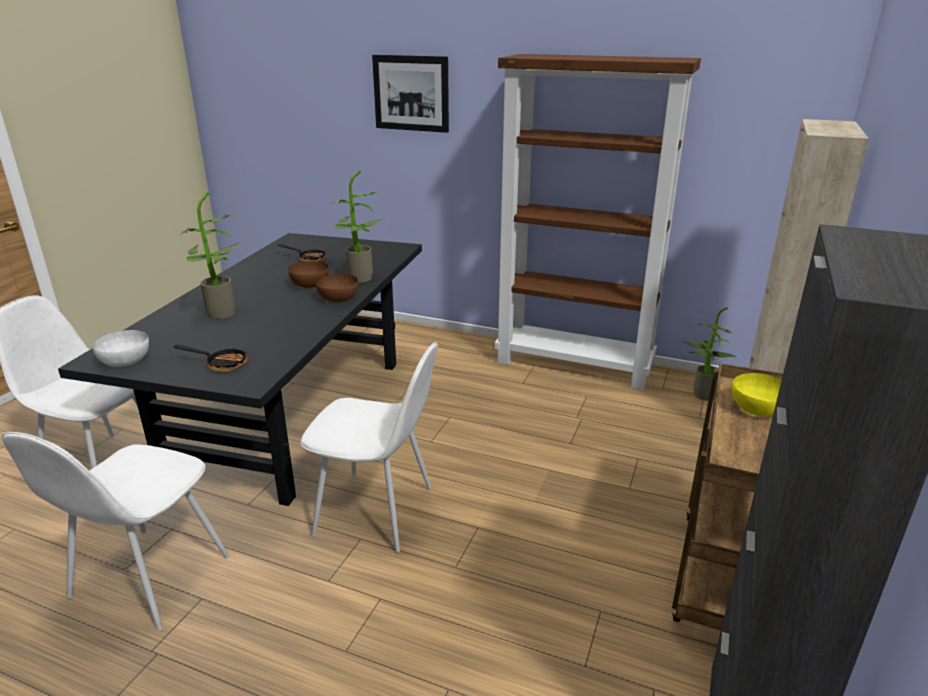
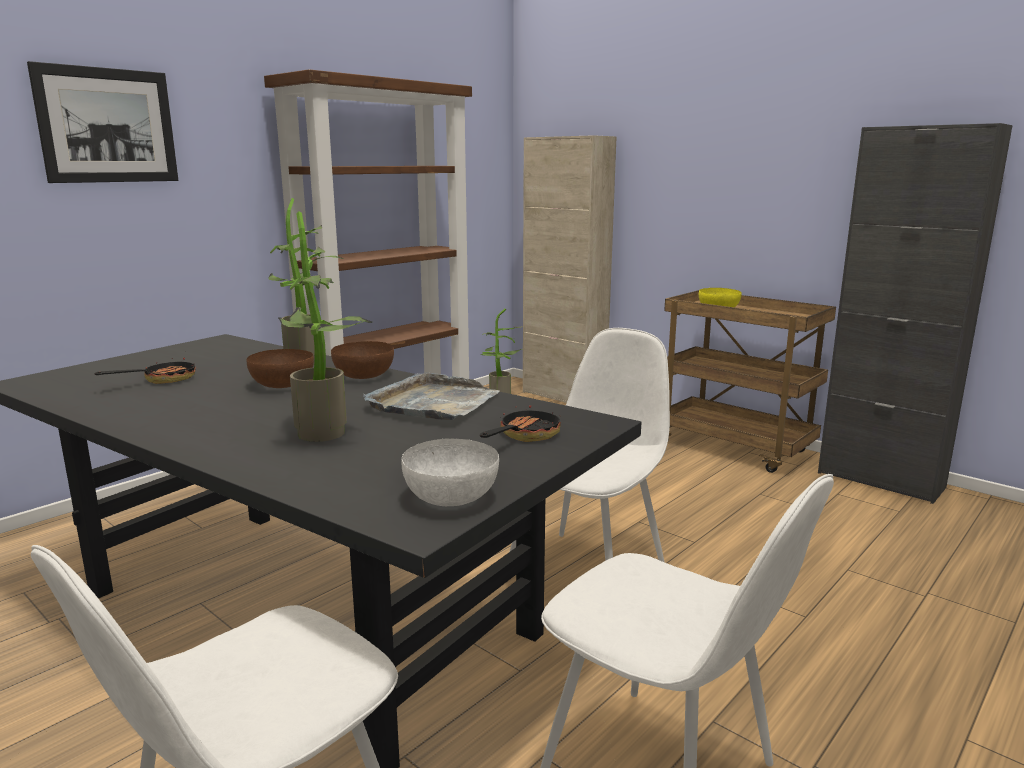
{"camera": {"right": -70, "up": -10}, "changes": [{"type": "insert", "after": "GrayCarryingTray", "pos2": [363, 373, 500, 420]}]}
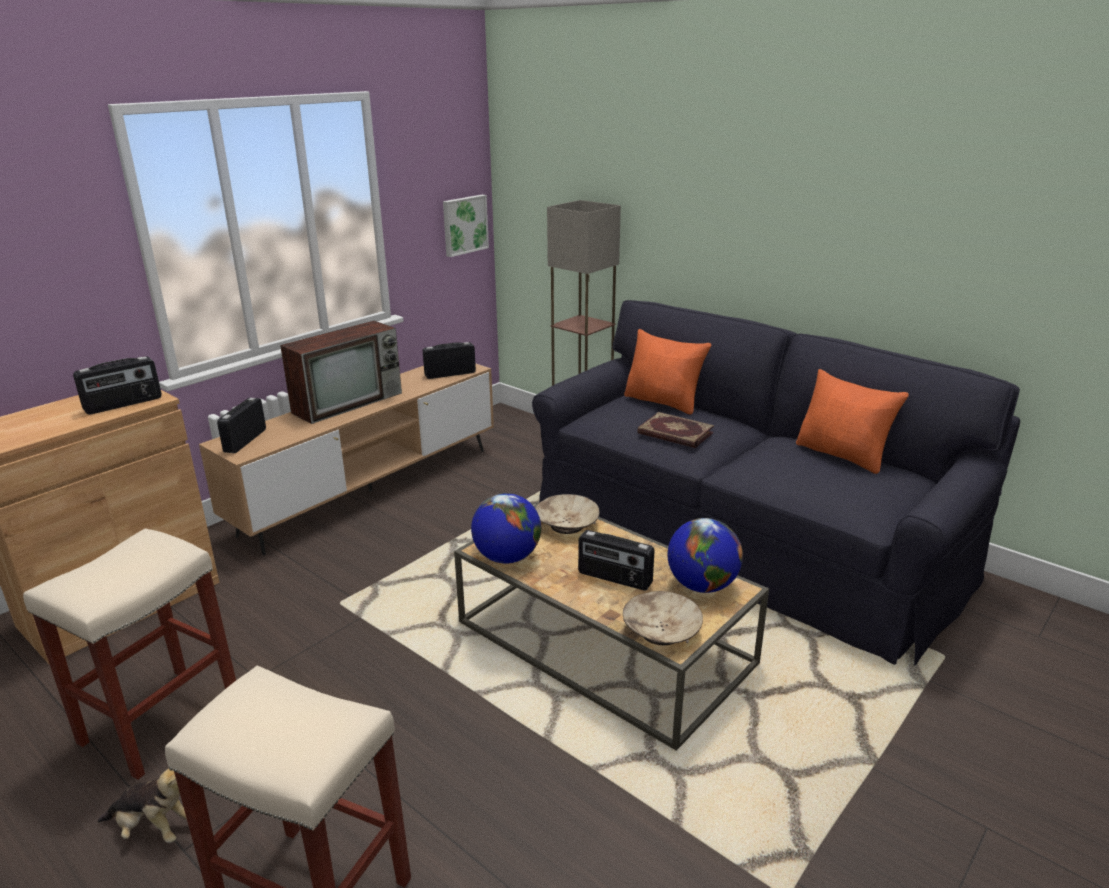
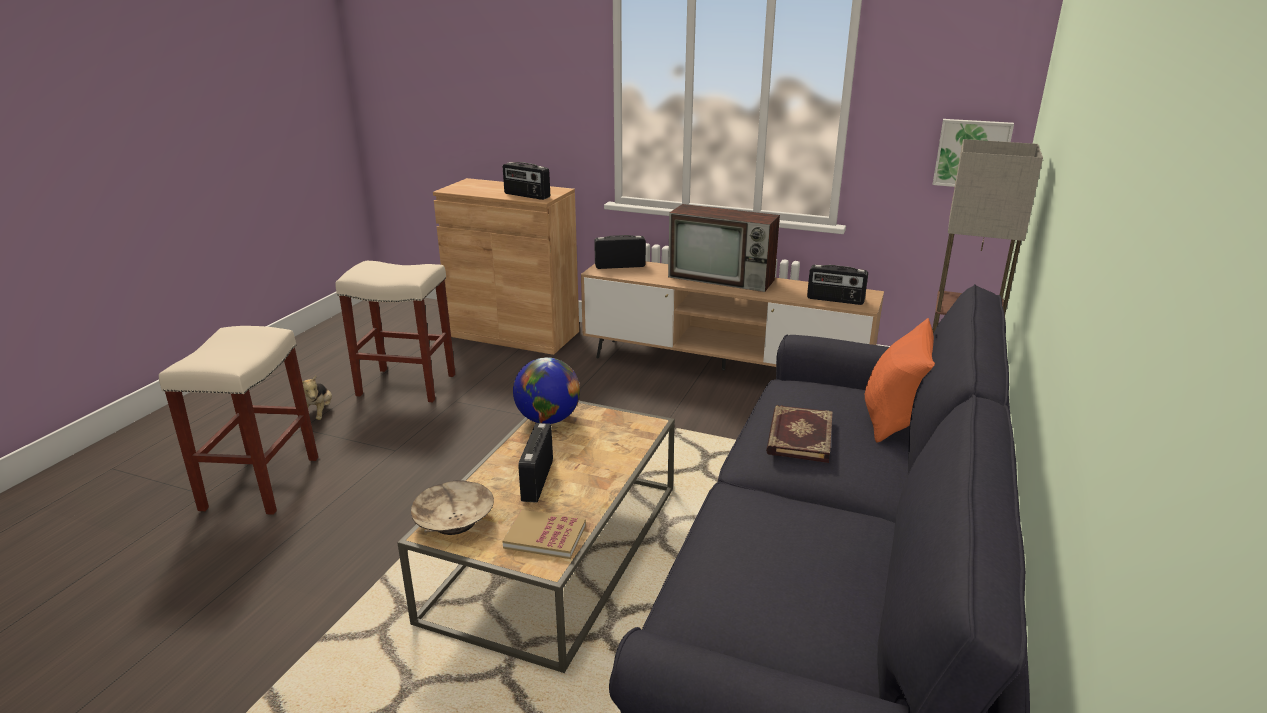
{"camera": {"right": 70, "up": 0}, "changes": [{"type": "rotate", "before": "Radio", "pos1": [423, 342, 476, 379], "pos2": [807, 265, 868, 305], "turn": 150}, {"type": "delete", "before": "OrangeCushion", "pos1": [796, 369, 909, 474]}, {"type": "delete", "before": "SandColouredDeepDish", "pos1": [535, 494, 600, 534]}, {"type": "replace", "before": "DeskGlobe", "after": "Volume", "pos1": [667, 518, 743, 593], "pos2": [502, 510, 586, 559]}]}
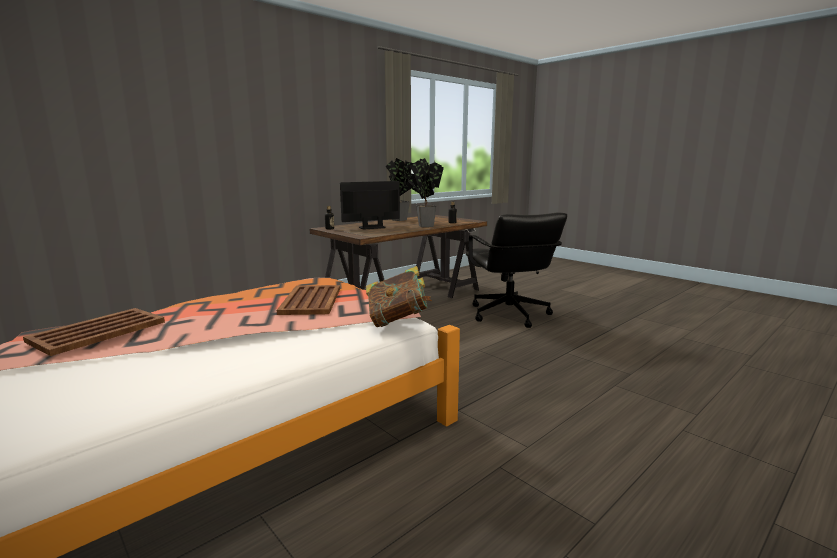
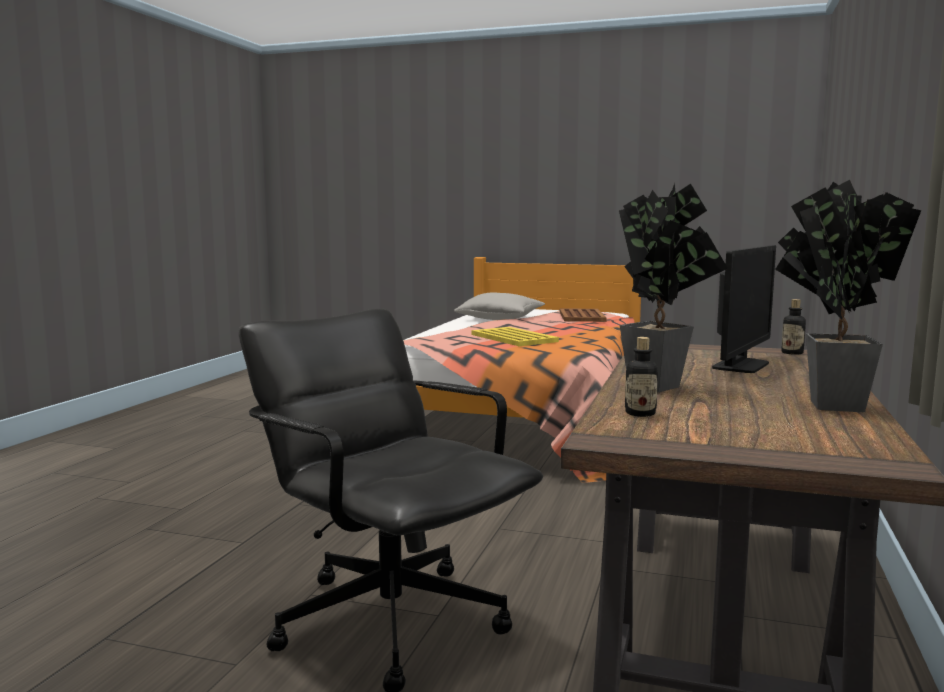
{"camera": {"right": 150, "up": -5}, "changes": [{"type": "delete", "before": "Volume", "pos1": [366, 266, 432, 327]}, {"type": "recolor", "before": "BrownishCarryingTray", "after": "YellowCarryingTray", "pos1": [277, 285, 340, 315], "pos2": [472, 327, 559, 346]}, {"type": "insert", "after": "GrayCushion", "pos2": [454, 292, 545, 320]}]}
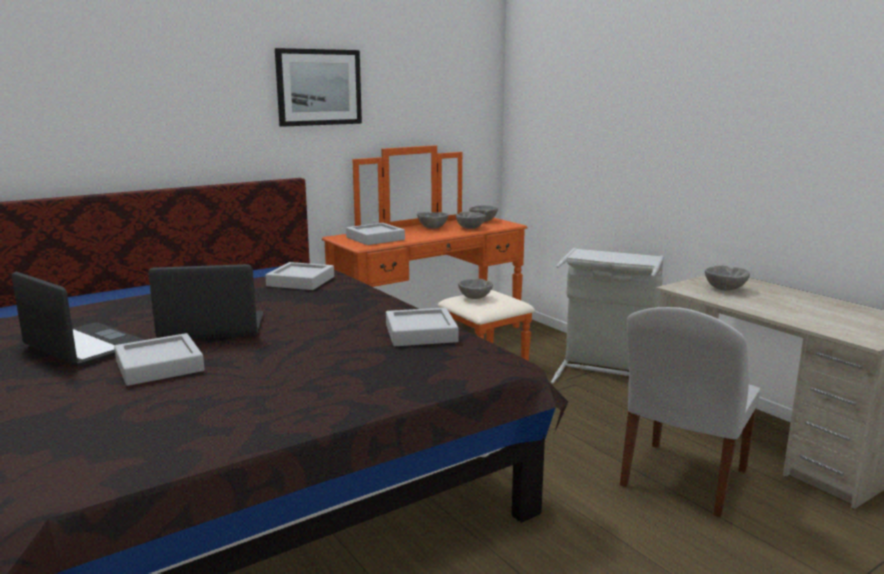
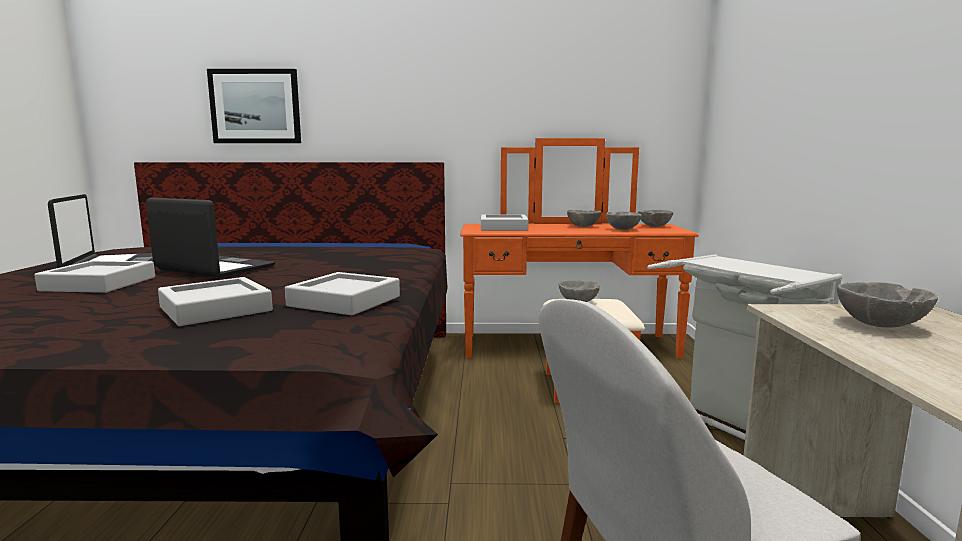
{"camera": {"right": 35, "up": -5}, "changes": [{"type": "move", "before": "WallPicture", "pos1": [275, 48, 362, 127], "pos2": [207, 69, 301, 143]}, {"type": "move", "before": "GrayCarryingTray", "pos1": [265, 262, 334, 290], "pos2": [158, 277, 273, 326]}]}
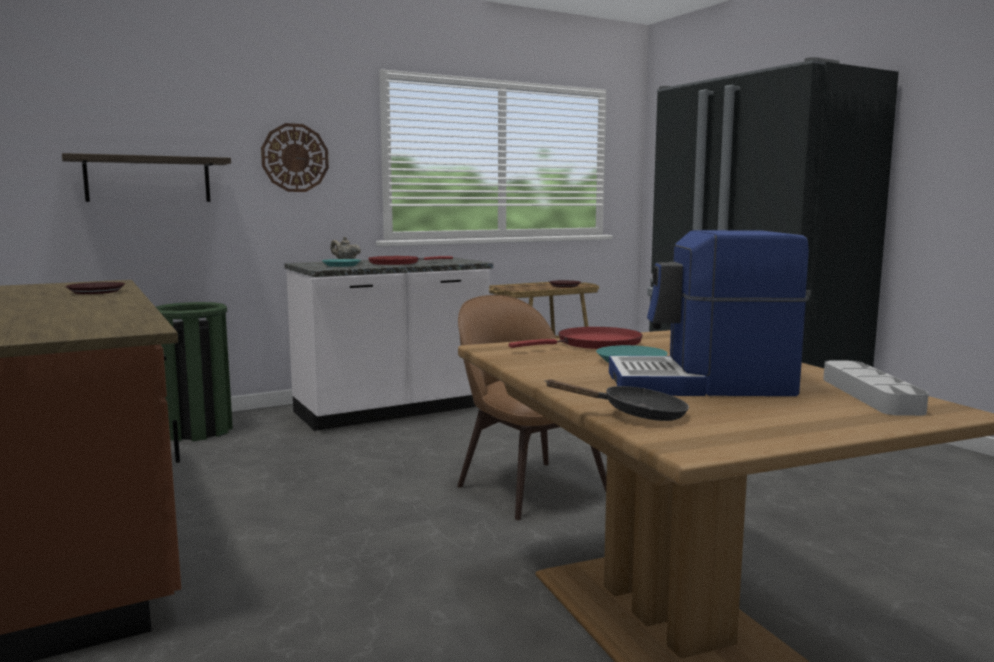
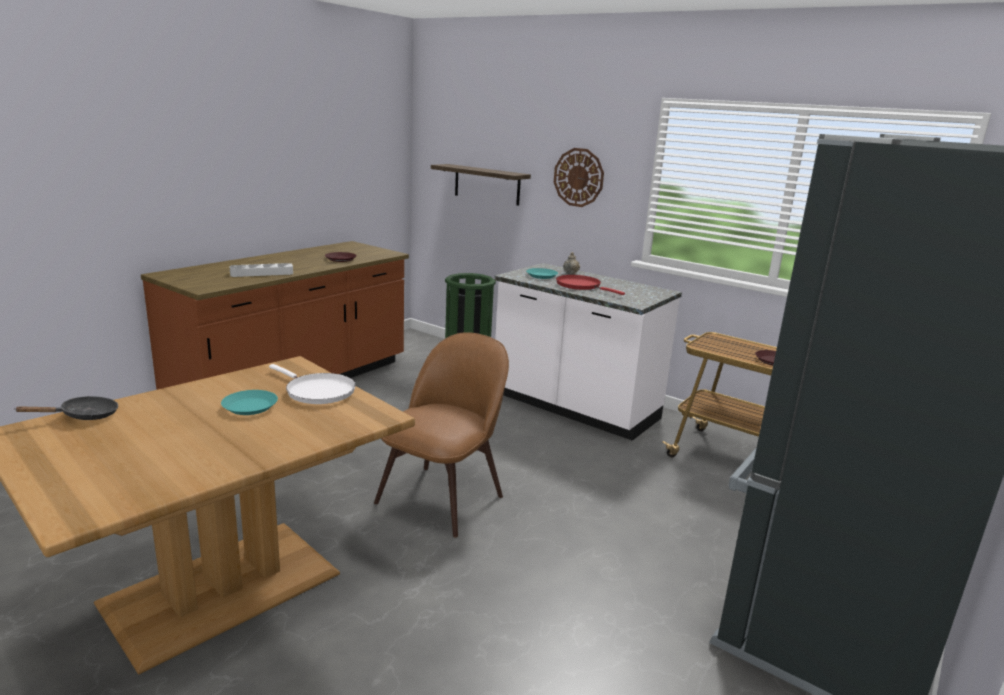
{"camera": {"right": 65, "up": 10}, "changes": [{"type": "delete", "before": "CoffeeMachine", "pos1": [609, 230, 809, 396]}, {"type": "recolor", "before": "RedSkillet", "after": "WhiteColouredSkillet", "pos1": [509, 327, 643, 349], "pos2": [269, 364, 356, 404]}, {"type": "move", "before": "GrayCarryingTray", "pos1": [823, 361, 929, 416], "pos2": [229, 263, 293, 277]}, {"type": "rotate", "before": "BlackColouredSkillet", "pos1": [545, 379, 689, 421], "pos2": [15, 396, 118, 420], "turn": -105}]}
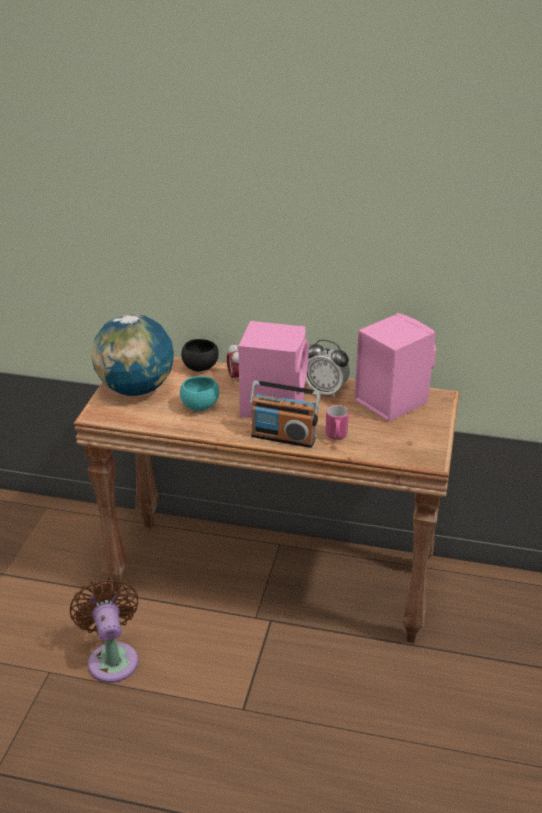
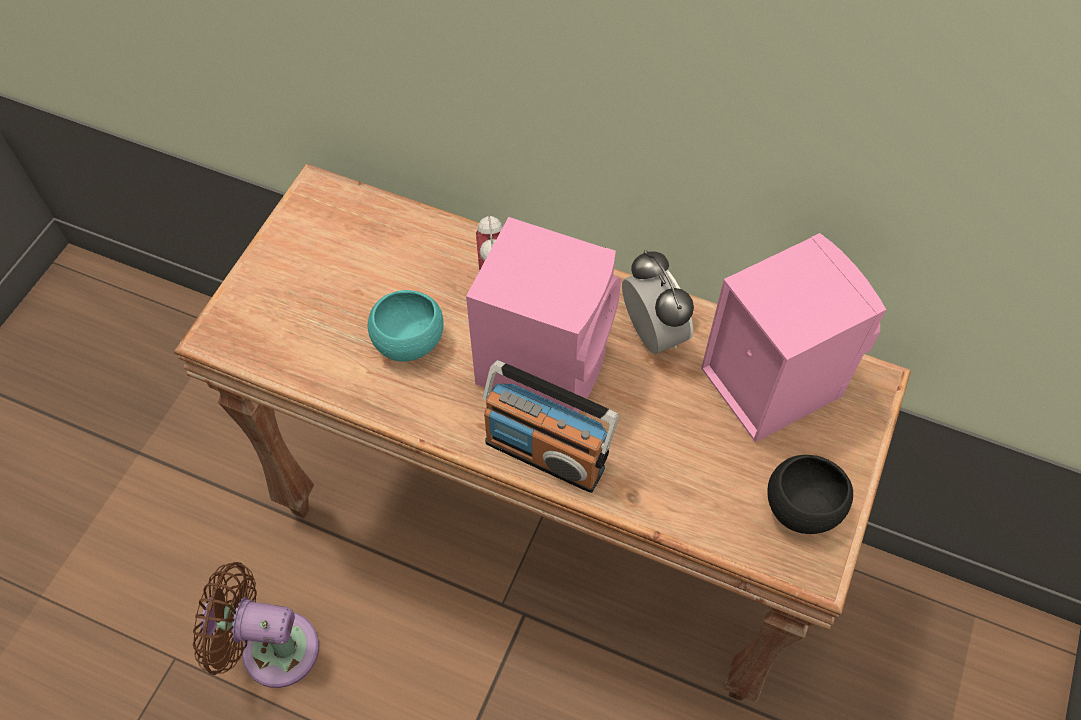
{"camera": {"right": 10, "up": 25}, "changes": [{"type": "delete", "before": "DeskGlobe", "pos1": [91, 314, 174, 396]}, {"type": "move", "before": "BlackColouredDeepDish", "pos1": [181, 339, 219, 371], "pos2": [767, 455, 853, 534]}, {"type": "rotate", "before": "BedsideClock", "pos1": [306, 340, 350, 398], "pos2": [622, 250, 694, 354], "turn": -150}, {"type": "delete", "before": "PinkColouredMug", "pos1": [325, 405, 349, 440]}, {"type": "rotate", "before": "BrownishFan", "pos1": [70, 578, 138, 683], "pos2": [193, 562, 319, 688], "turn": -75}]}
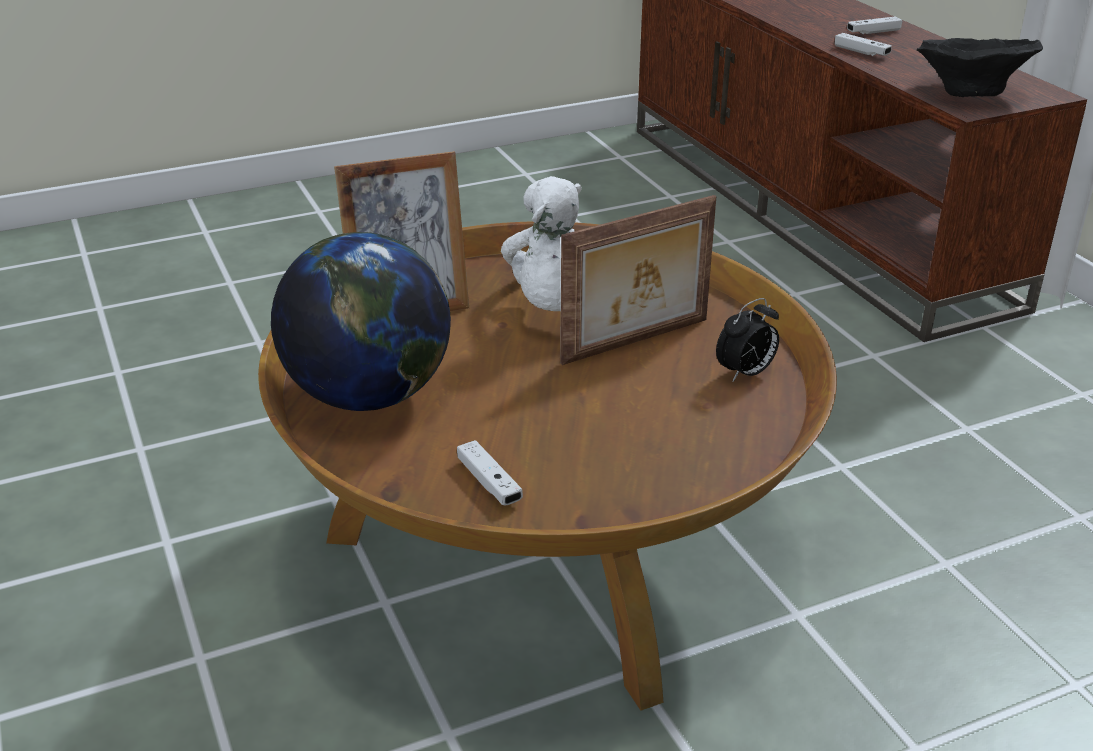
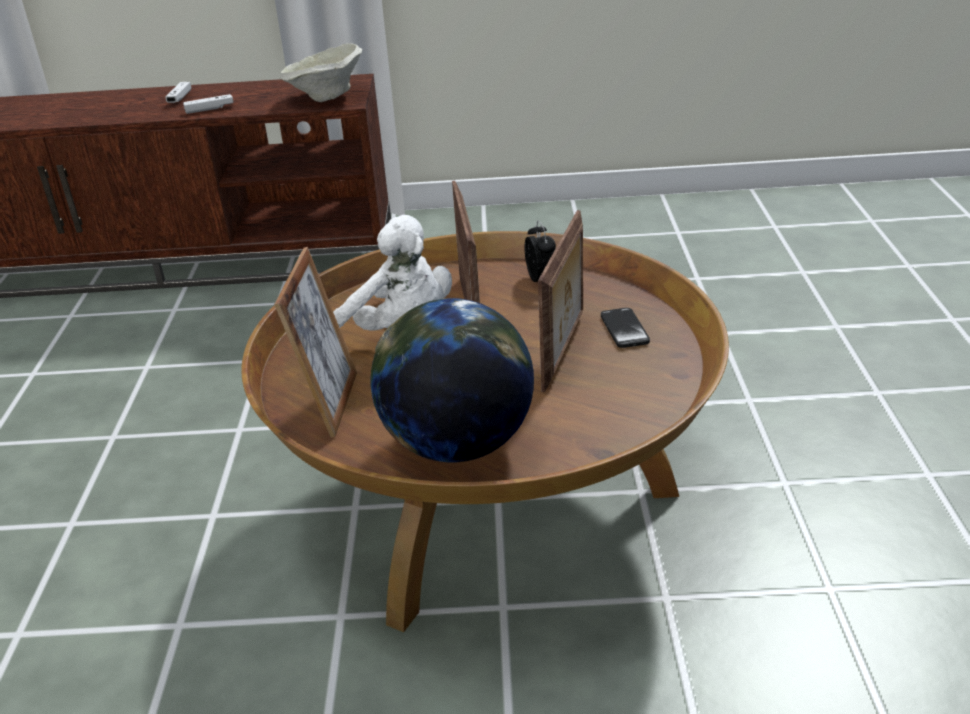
{"camera": {"right": -65, "up": 0}, "changes": [{"type": "recolor", "before": "BlackColouredDeepDish", "after": "SandColouredDeepDish", "pos1": [917, 38, 1043, 97], "pos2": [279, 43, 362, 102]}, {"type": "delete", "before": "WhiteColouredJoypad", "pos1": [457, 440, 523, 506]}, {"type": "insert", "after": "StandingFrame", "pos2": [538, 210, 583, 392]}, {"type": "insert", "after": "Handset", "pos2": [601, 308, 650, 348]}]}
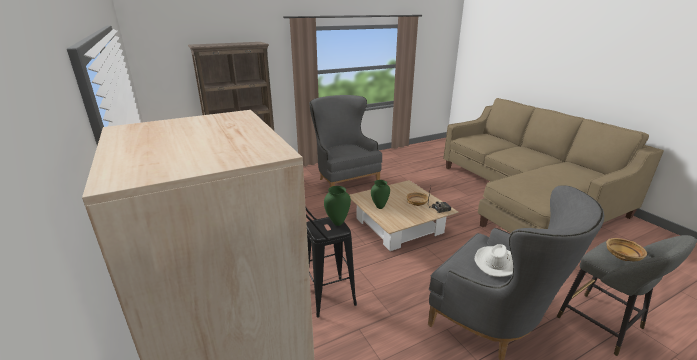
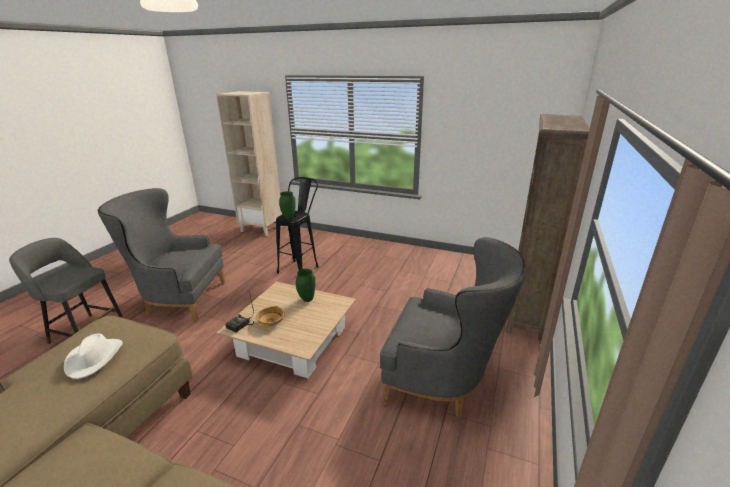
{"camera": {"right": 140, "up": 0}, "changes": [{"type": "delete", "before": "SandColouredDeepDish", "pos1": [606, 238, 647, 261]}, {"type": "move", "before": "WhiteColouredHat", "pos1": [475, 244, 513, 277], "pos2": [64, 333, 123, 379]}]}
